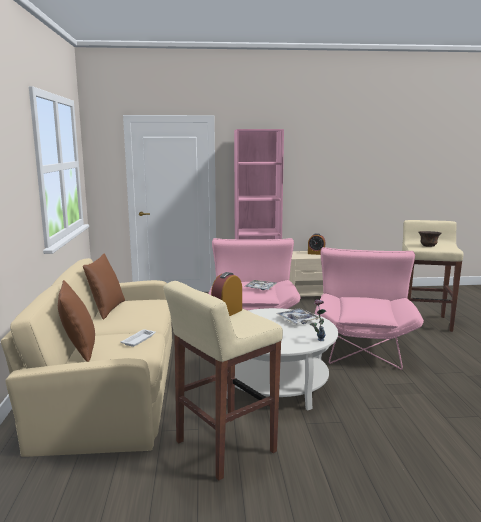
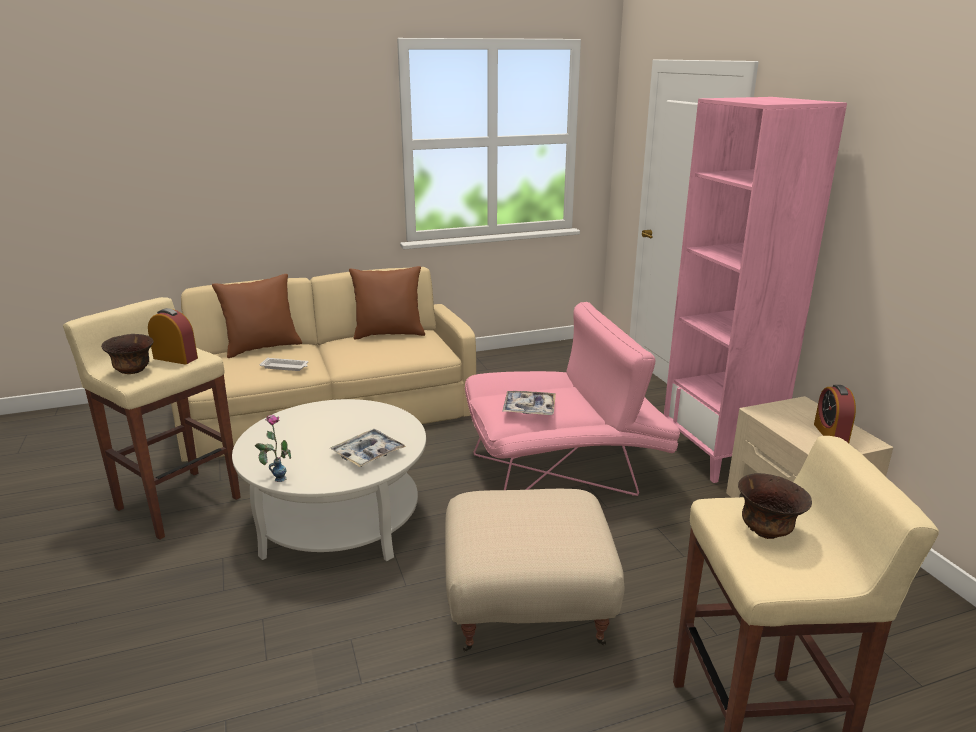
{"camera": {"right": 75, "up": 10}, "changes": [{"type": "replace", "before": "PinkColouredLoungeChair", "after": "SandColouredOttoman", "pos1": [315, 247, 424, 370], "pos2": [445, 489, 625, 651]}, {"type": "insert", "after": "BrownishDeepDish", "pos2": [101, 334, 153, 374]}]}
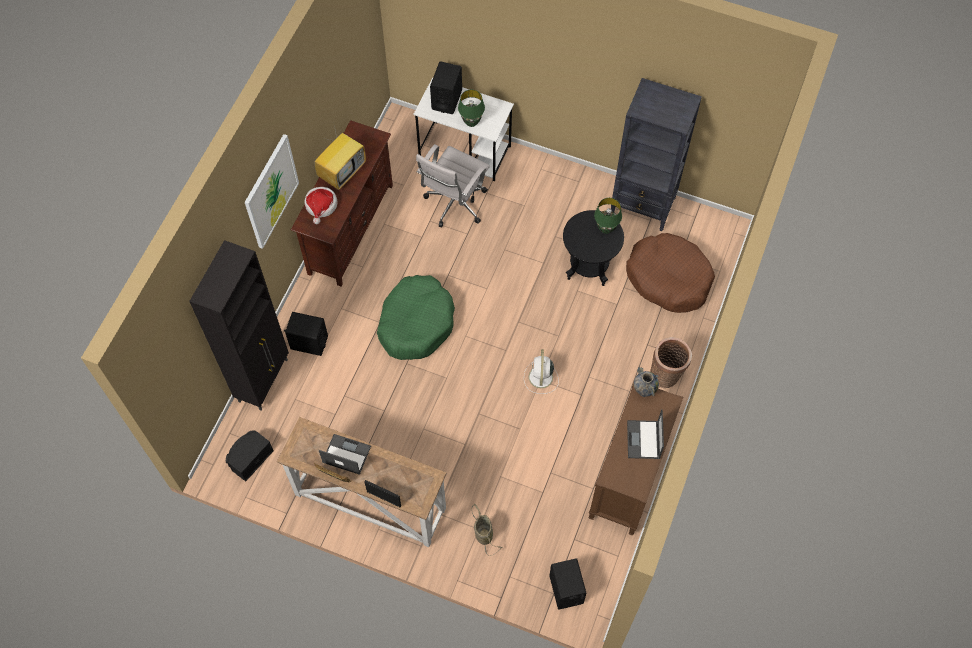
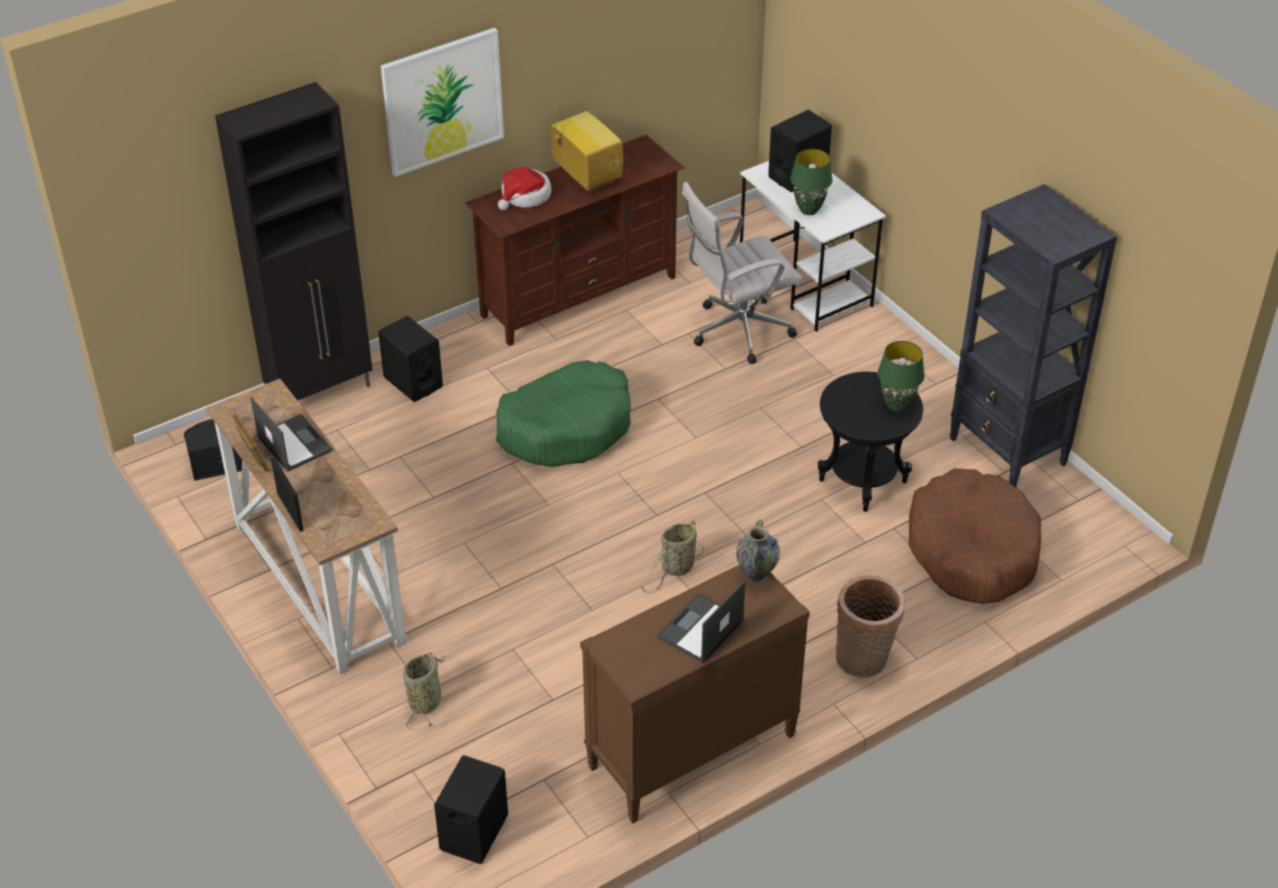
{"camera": {"right": 35, "up": -20}, "changes": [{"type": "rotate", "before": "Television", "pos1": [315, 120, 366, 190], "pos2": [551, 111, 623, 193], "turn": -105}, {"type": "replace", "before": "WhiteColouredFan", "after": "Basket", "pos1": [524, 349, 559, 394], "pos2": [641, 520, 704, 593]}]}
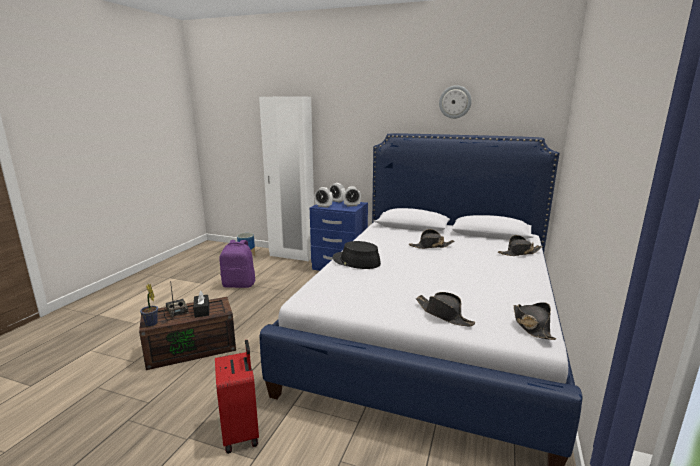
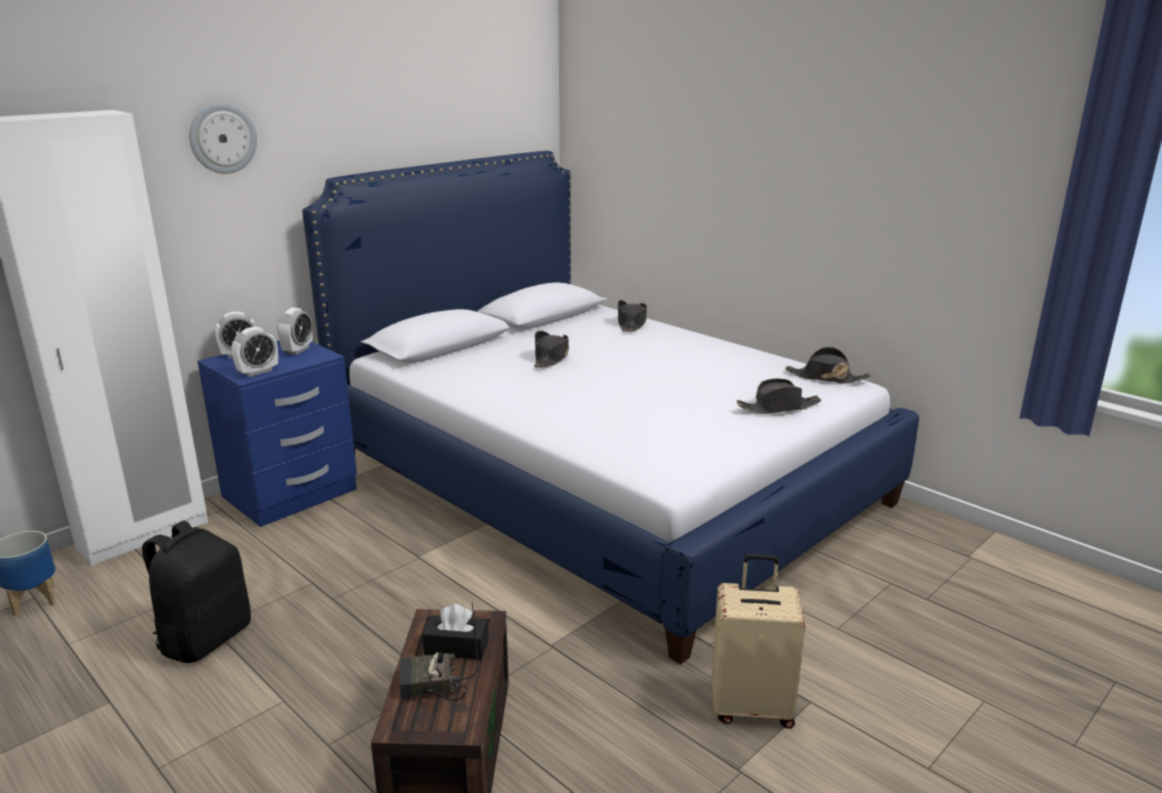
{"camera": {"right": -65, "up": 5}, "changes": [{"type": "move", "before": "HangingClock", "pos1": [439, 85, 472, 119], "pos2": [189, 102, 257, 174]}, {"type": "recolor", "before": "PurpleRucksack", "after": "BlackColouredRucksack", "pos1": [220, 240, 255, 288], "pos2": [142, 520, 251, 663]}, {"type": "delete", "before": "BlackColouredHat", "pos1": [333, 241, 381, 269]}, {"type": "delete", "before": "PottedPlant", "pos1": [140, 284, 158, 327]}, {"type": "recolor", "before": "RedTravelCase", "after": "SandColouredTravelCase", "pos1": [215, 340, 259, 454], "pos2": [712, 554, 806, 729]}]}
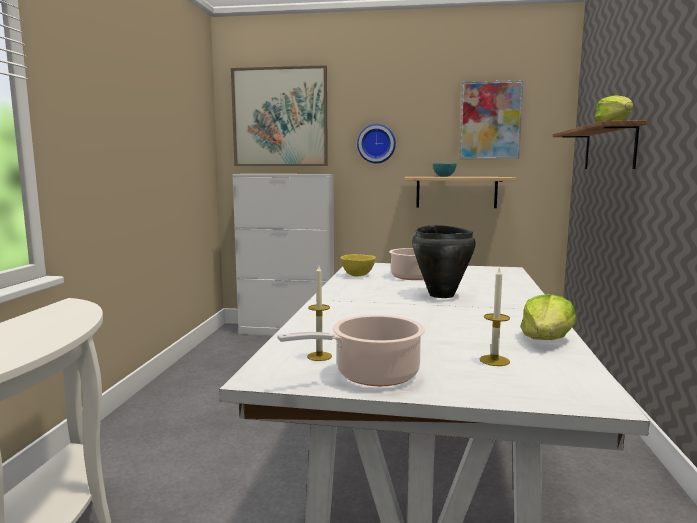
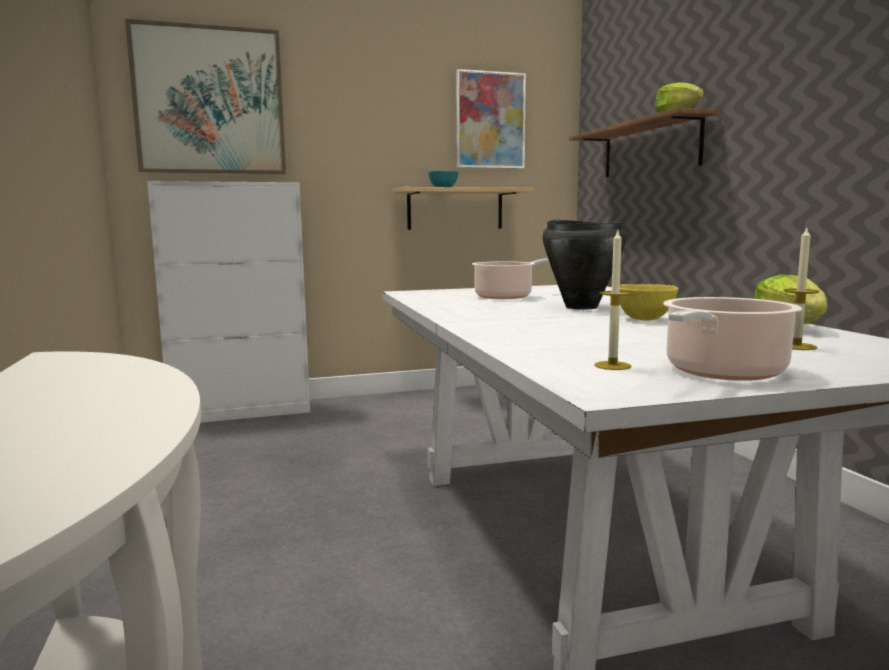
{"camera": {"right": -25, "up": 0}, "changes": [{"type": "delete", "before": "HangingClock", "pos1": [357, 124, 396, 163]}, {"type": "move", "before": "YellowDeepDish", "pos1": [341, 254, 376, 276], "pos2": [620, 284, 678, 321]}]}
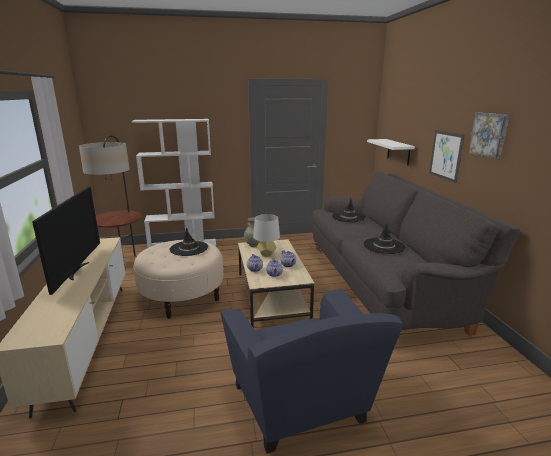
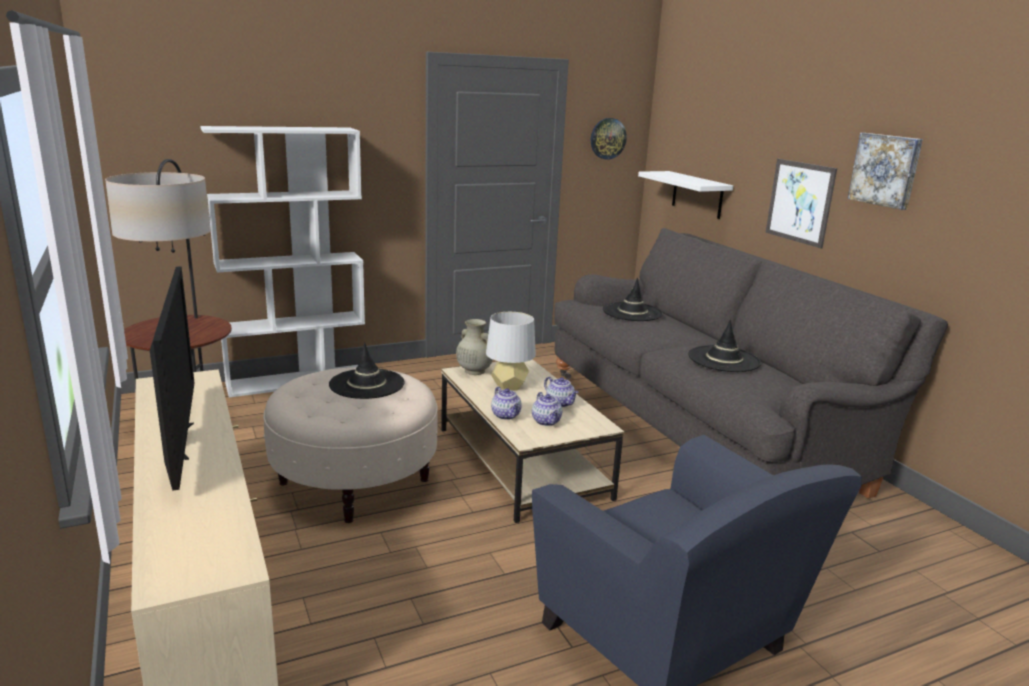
{"camera": {"right": -15, "up": 0}, "changes": [{"type": "insert", "after": "HangingClock", "pos2": [591, 118, 627, 160]}]}
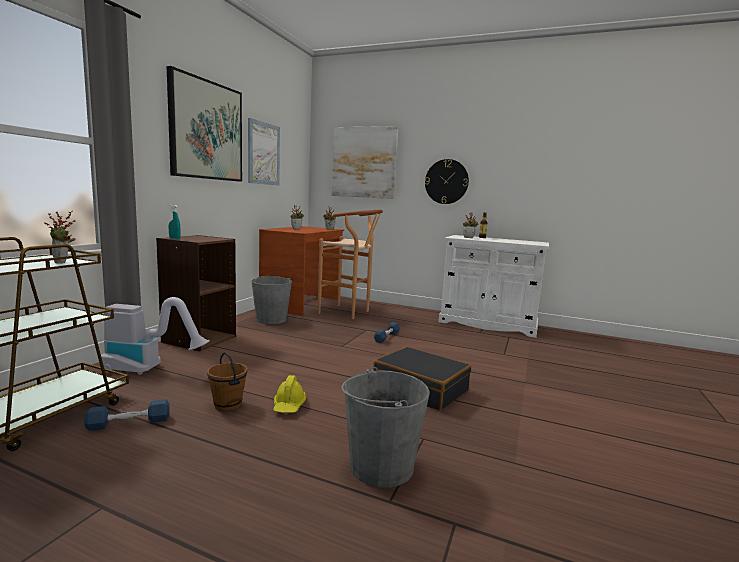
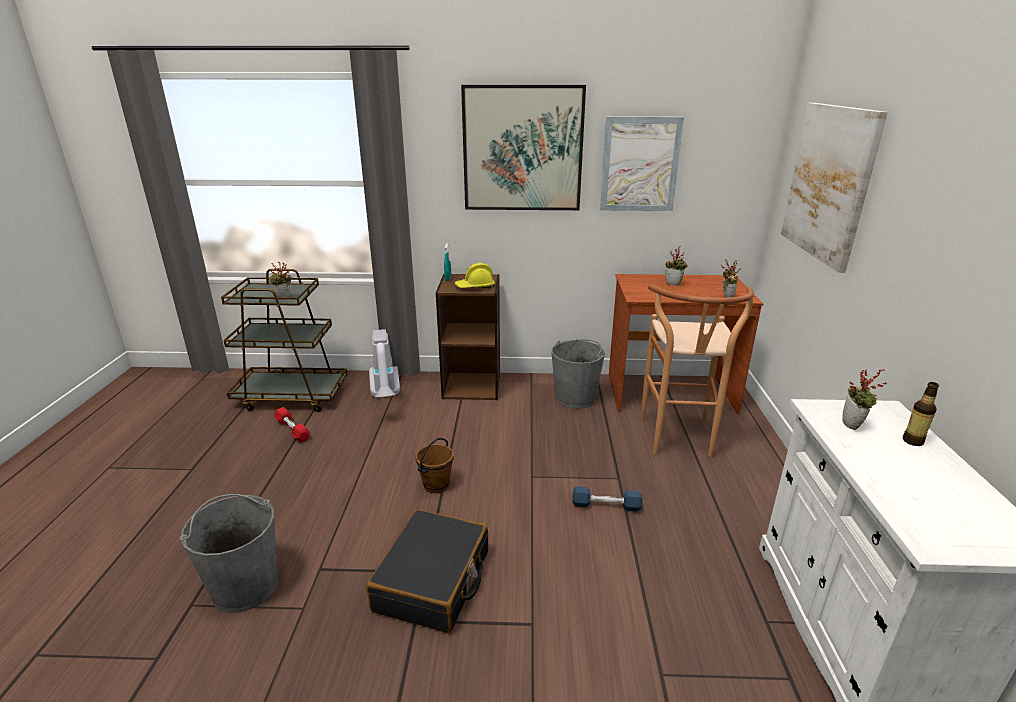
{"camera": {"right": 70, "up": 15}, "changes": [{"type": "delete", "before": "HangingClock", "pos1": [425, 159, 469, 204]}, {"type": "move", "before": "BrownishWaterBucket", "pos1": [207, 352, 247, 411], "pos2": [415, 438, 454, 493]}, {"type": "move", "before": "YellowWorkHelmet", "pos1": [273, 375, 306, 413], "pos2": [455, 263, 495, 288]}, {"type": "recolor", "before": "BlueDumbbell", "after": "RedDumbbell", "pos1": [84, 399, 170, 431], "pos2": [274, 407, 310, 443]}]}
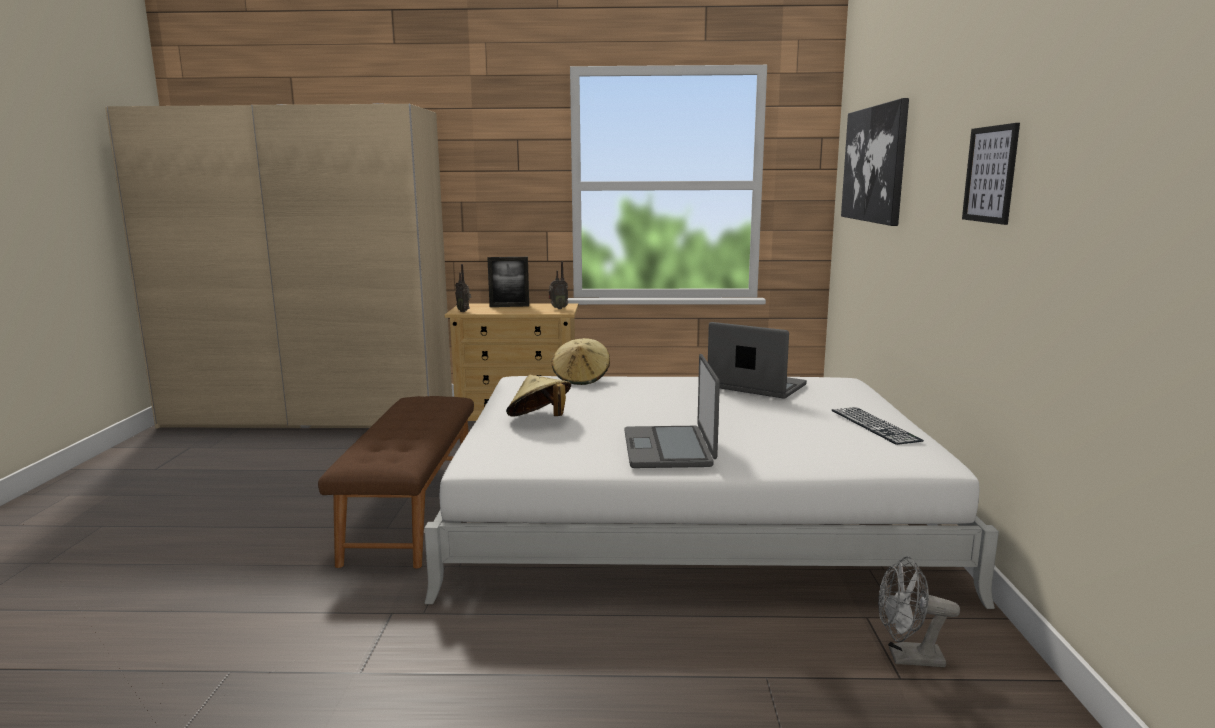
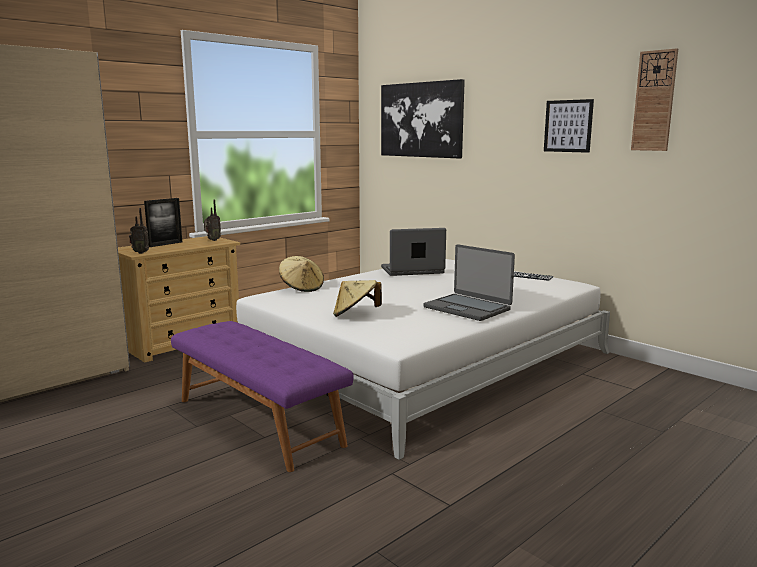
{"camera": {"right": -45, "up": 0}, "changes": [{"type": "recolor", "before": "BrownishBench", "after": "PurpleBench", "pos1": [318, 396, 474, 569], "pos2": [171, 321, 354, 472]}, {"type": "delete", "before": "GrayFan", "pos1": [878, 556, 960, 667]}, {"type": "insert", "after": "HangingClock", "pos2": [631, 48, 678, 151]}]}
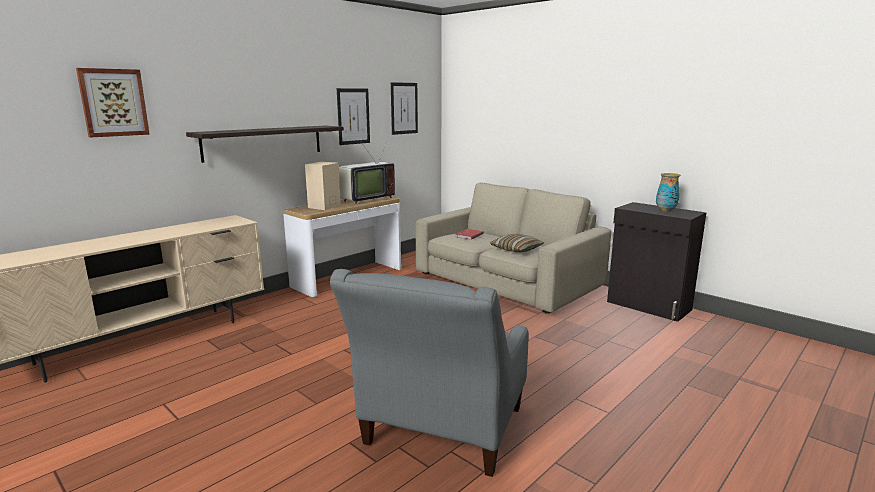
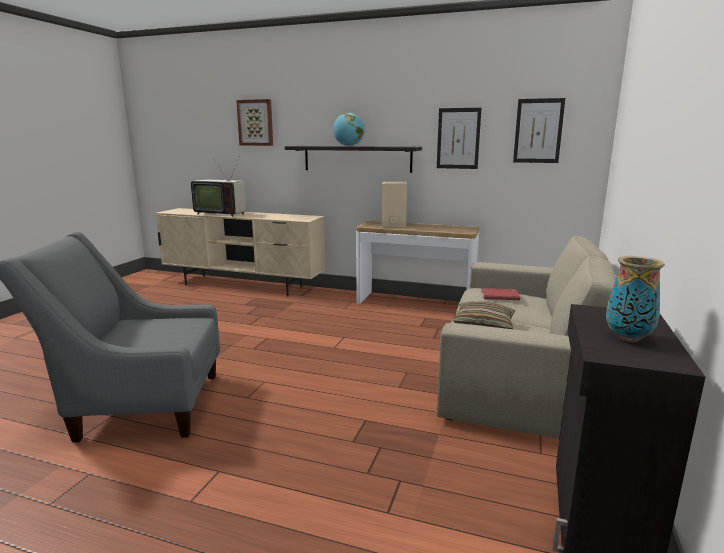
{"camera": {"right": 65, "up": 0}, "changes": [{"type": "move", "before": "Television", "pos1": [339, 138, 395, 204], "pos2": [191, 158, 246, 217]}, {"type": "insert", "after": "DeskGlobe", "pos2": [333, 113, 365, 146]}]}
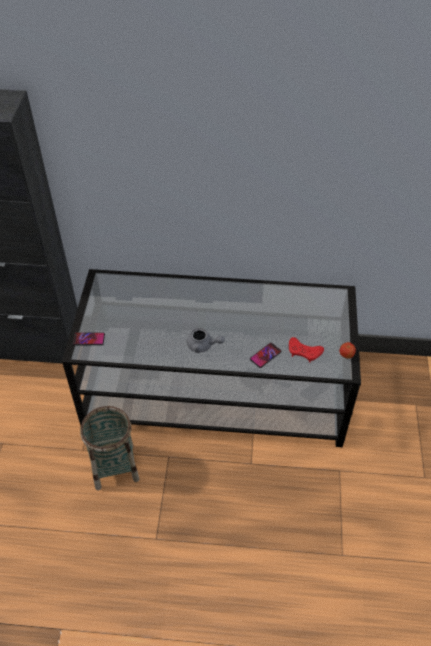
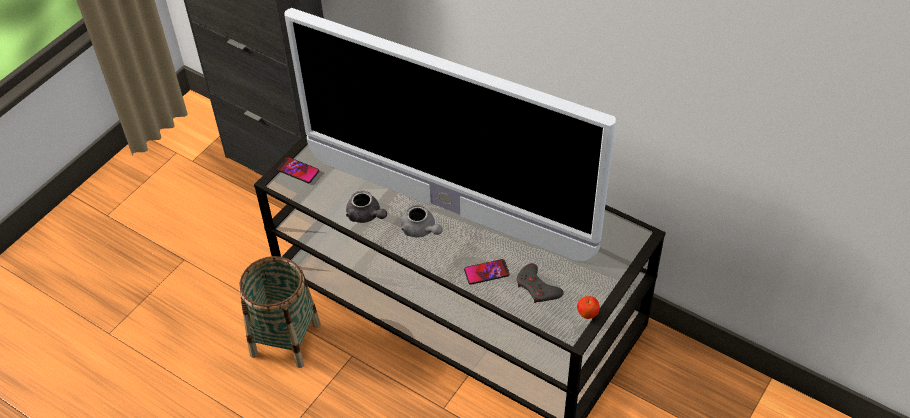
{"camera": {"right": 30, "up": 0}, "changes": [{"type": "recolor", "before": "RedJoypad", "after": "GrayJoypad", "pos1": [289, 337, 324, 363], "pos2": [517, 263, 564, 303]}, {"type": "insert", "after": "Television", "pos2": [284, 8, 616, 261]}, {"type": "insert", "after": "GrayTeapot", "pos2": [346, 191, 387, 223]}]}
